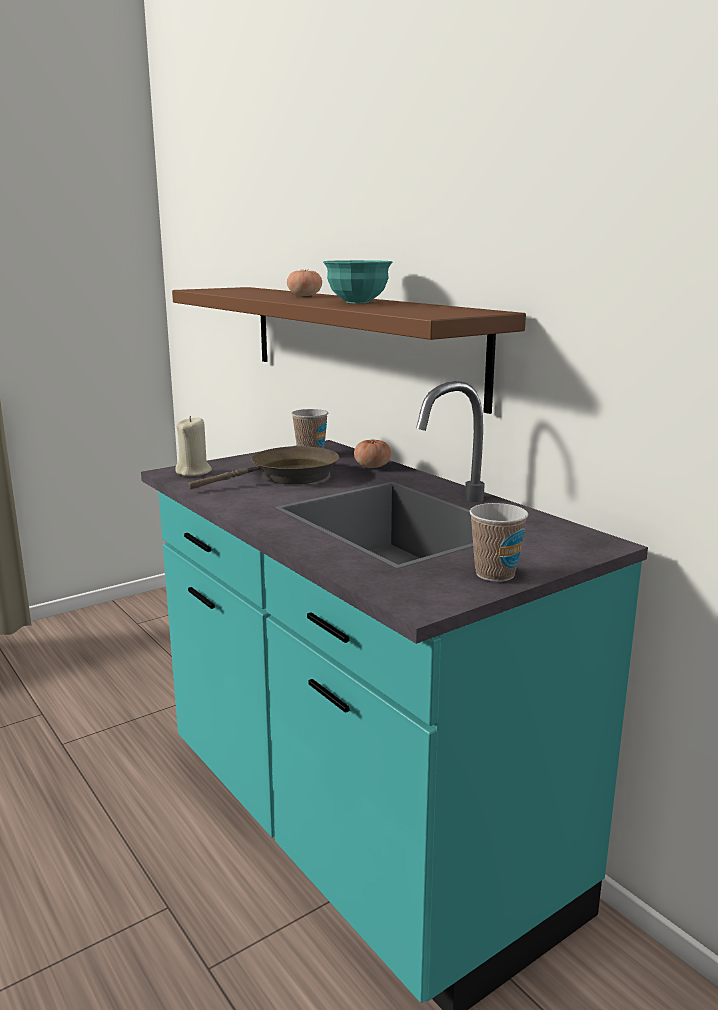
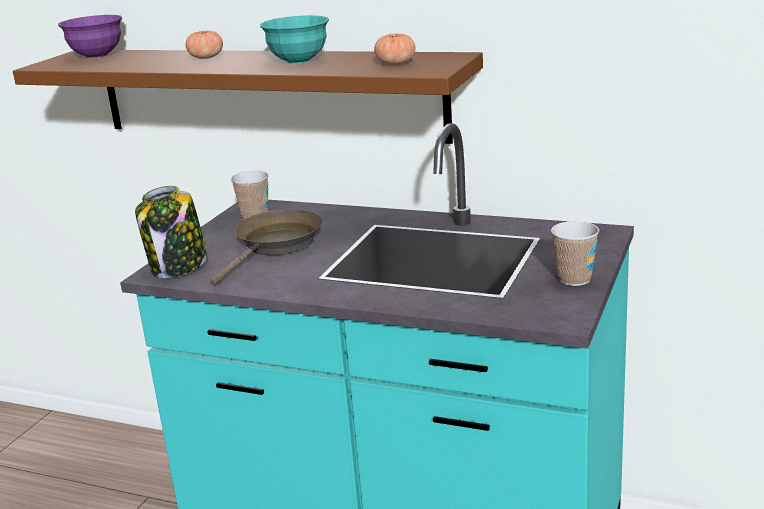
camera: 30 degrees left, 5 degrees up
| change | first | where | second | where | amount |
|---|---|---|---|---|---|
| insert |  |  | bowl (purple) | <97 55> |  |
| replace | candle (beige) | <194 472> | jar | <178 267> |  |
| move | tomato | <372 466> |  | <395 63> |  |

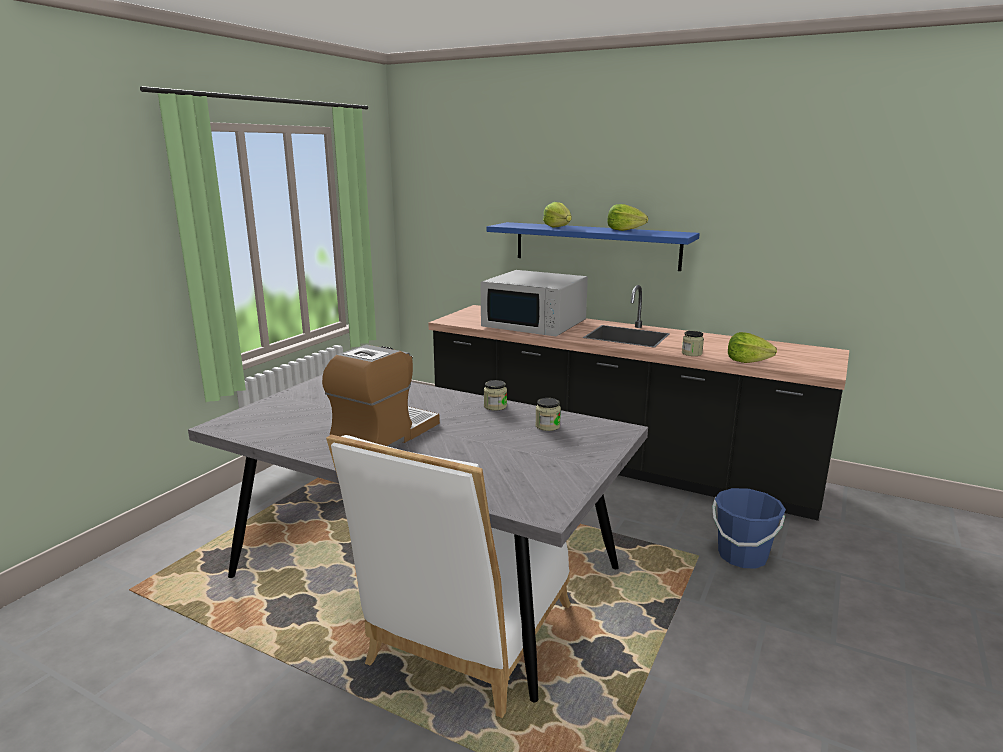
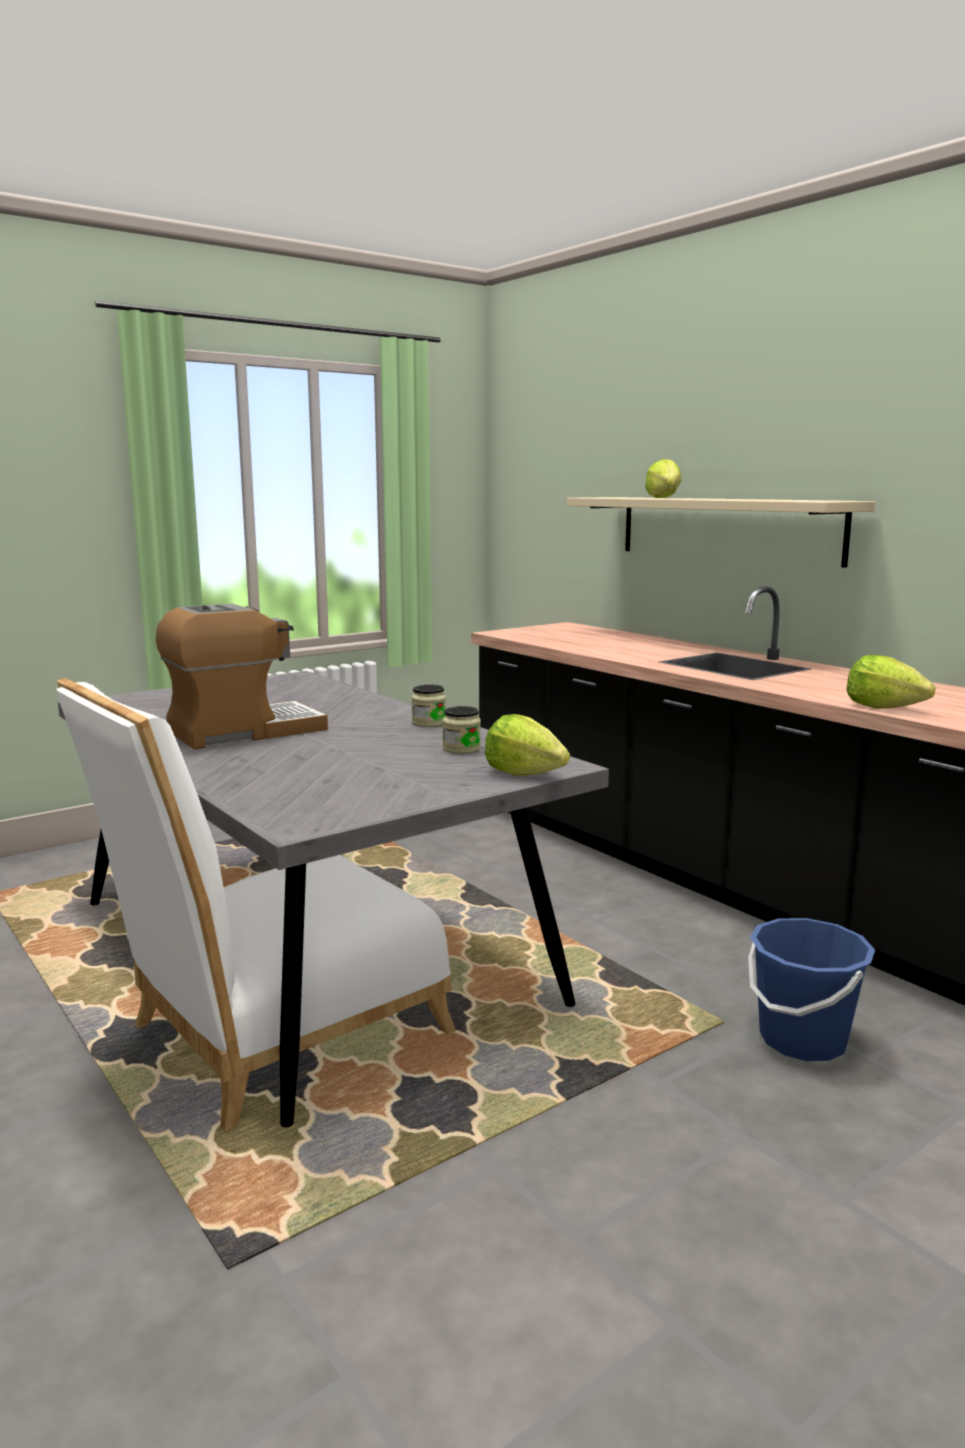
camera: 25 degrees right, 5 degrees down
| change | first | where | second | where | amount |
|---|---|---|---|---|---|
| move | lettuce | <624 230> |  | <524 773> |  |
| recolor | shelf (blue) | <595 245> | shelf (beige) | <726 528> |  |
| delete | microwave (white) | <535 324> |  |  |  |
| delete | jar | <691 353> |  |  |  |

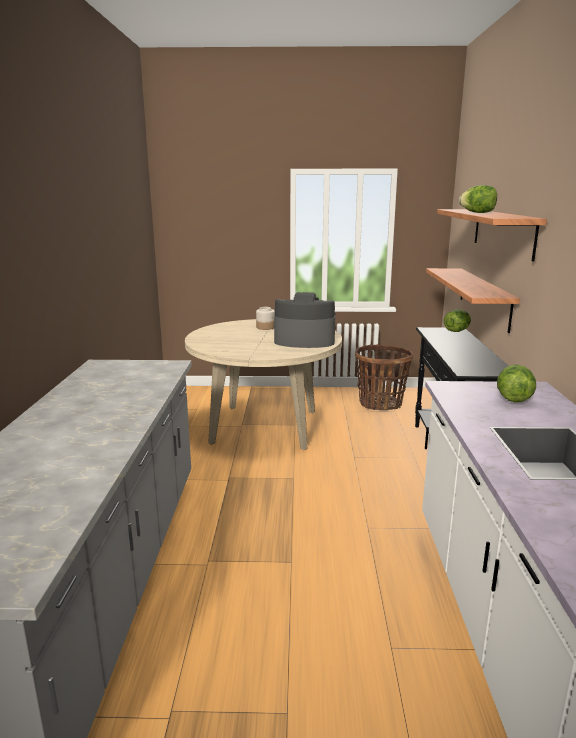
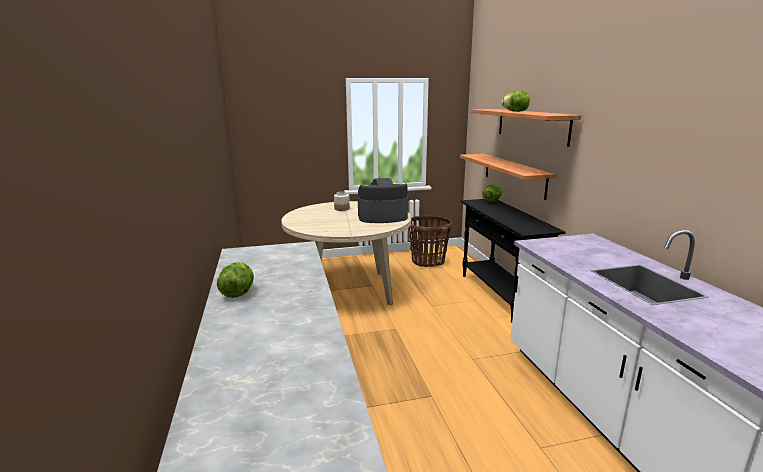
camera: 15 degrees left, 0 degrees up
| change | first | where | second | where | amount |
|---|---|---|---|---|---|
| move | lettuce | <513 398> |  | <238 293> |  |

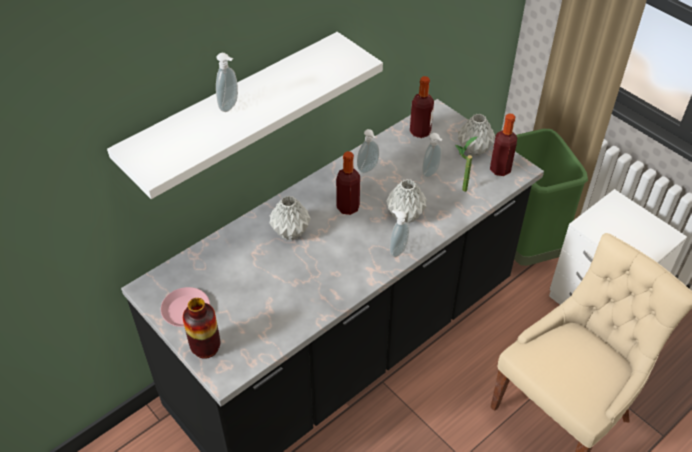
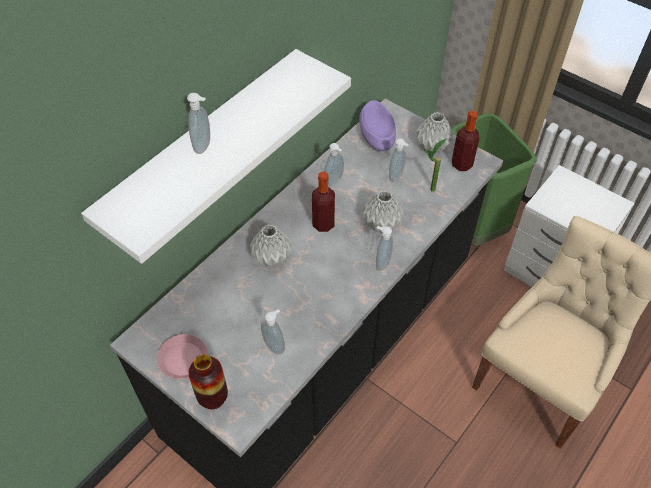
camera: 10 degrees left, 5 degrees up
| change | first | where | second | where | amount |
|---|---|---|---|---|---|
| insert |  |  | soap dispenser | <275 345> |  |
| replace | bottle | <420 132> | bowl (purple) | <376 135> |  |

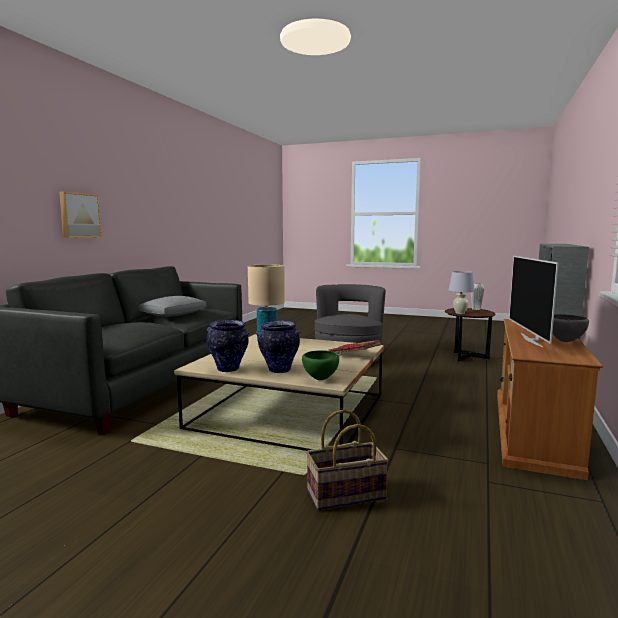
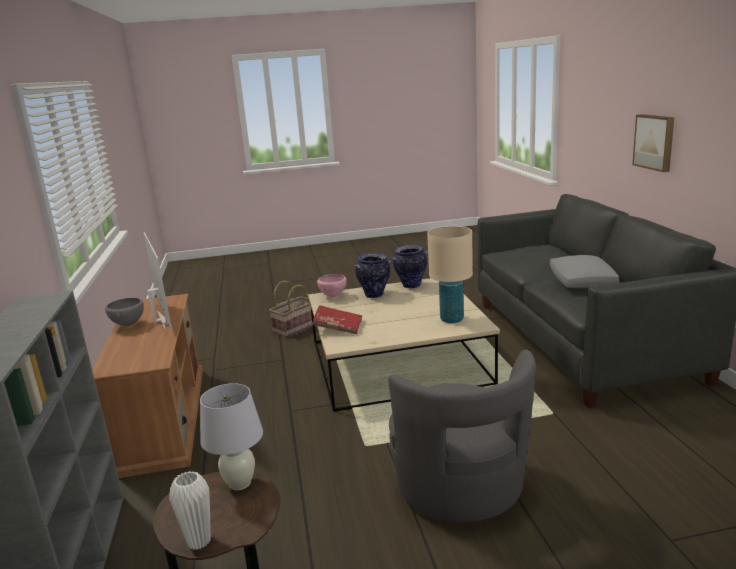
camera: 150 degrees right, 10 degrees up
| change | first | where | second | where | amount |
|---|---|---|---|---|---|
| recolor | bowl (green) | <320 379> | bowl (pink) | <333 297> |  |

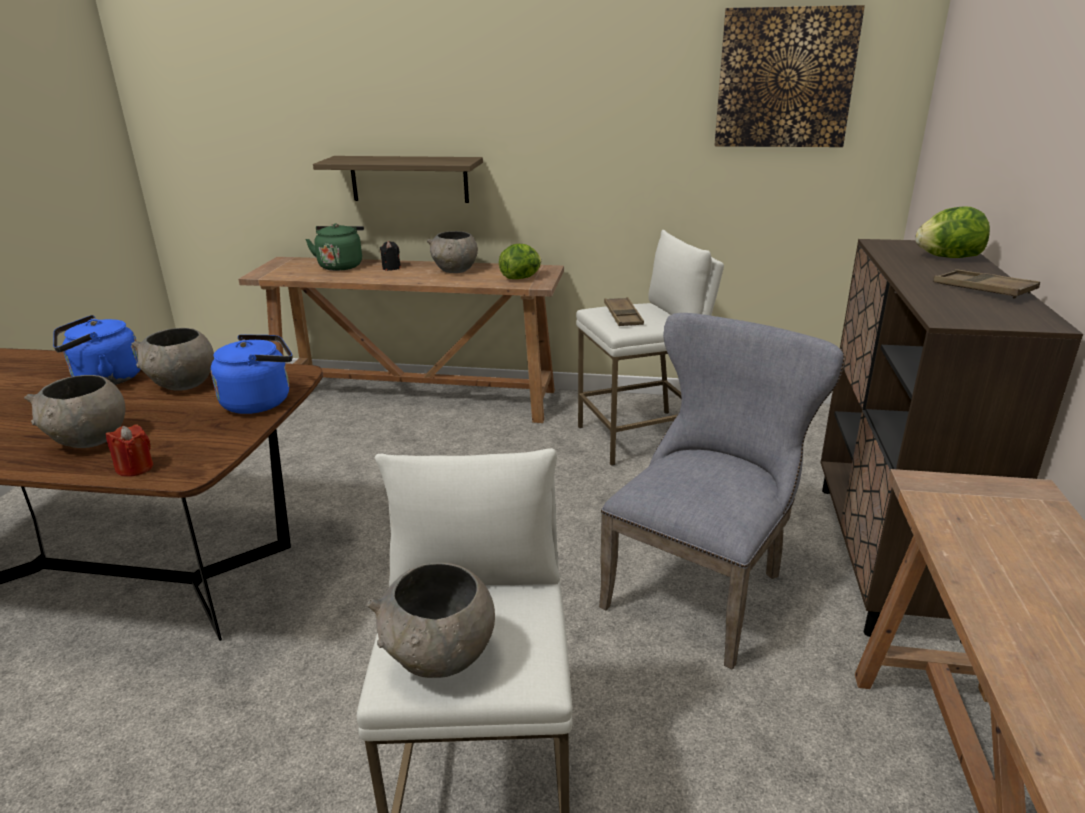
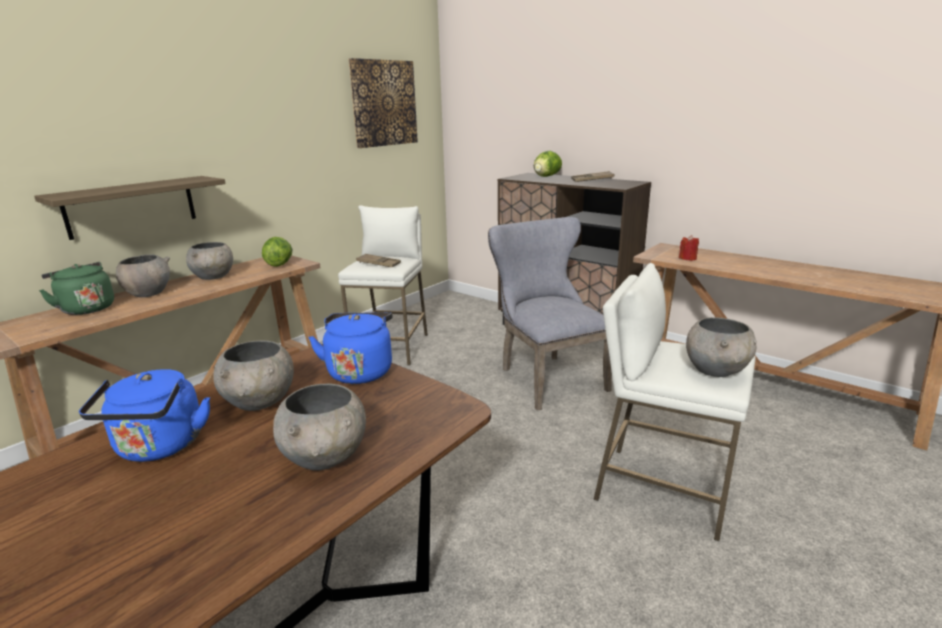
camera: 60 degrees left, 5 degrees down
| change | first | where | second | where | amount |
|---|---|---|---|---|---|
| replace | candle (black) | <391 268> | bowl (grey) | <148 293> |  |
| move | candle (red) | <135 468> |  | <687 258> |  |

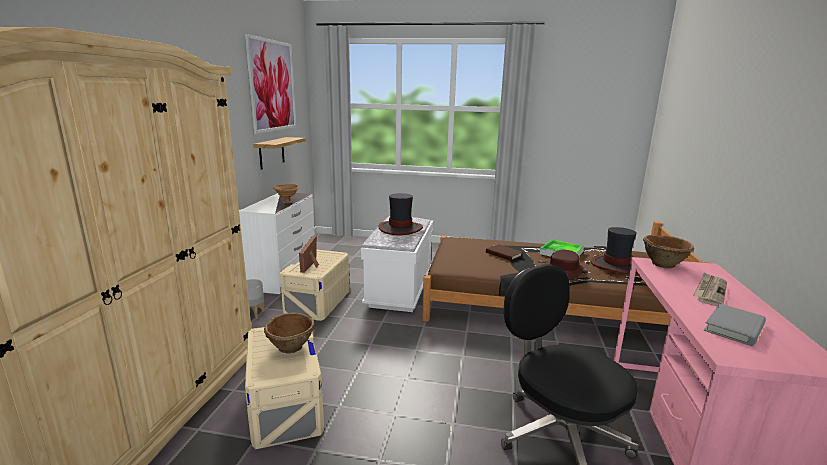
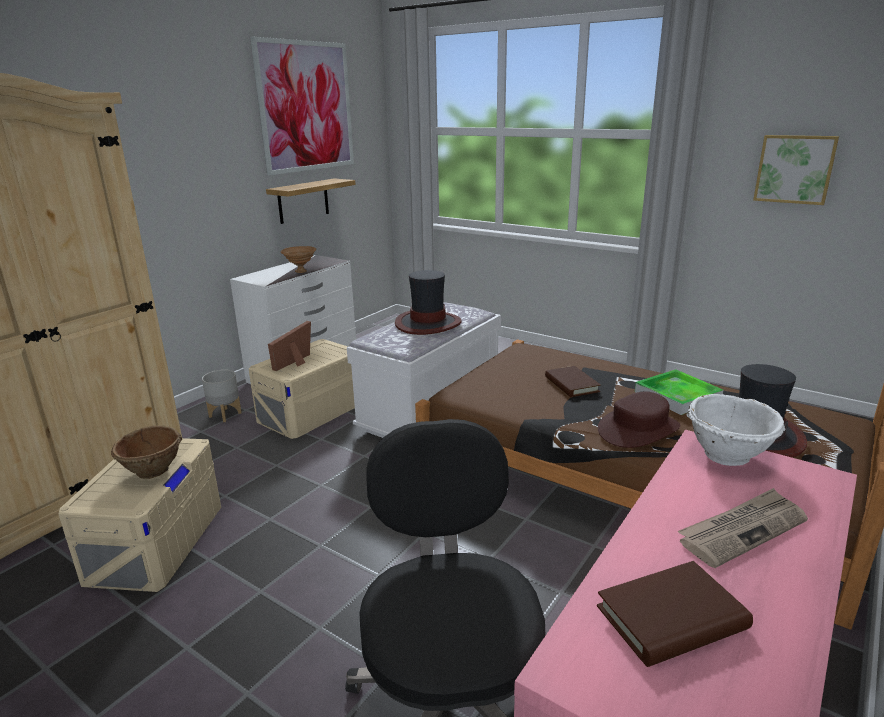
camera: 25 degrees right, 5 degrees up
| change | first | where | second | where | amount |
|---|---|---|---|---|---|
| recolor | book (grey) | <734 328> | book (brown) | <671 618> |  |
| recolor | bowl (brown) | <663 264> | bowl (white) | <728 455> |  |
| insert |  |  | picture | <794 169> |  |

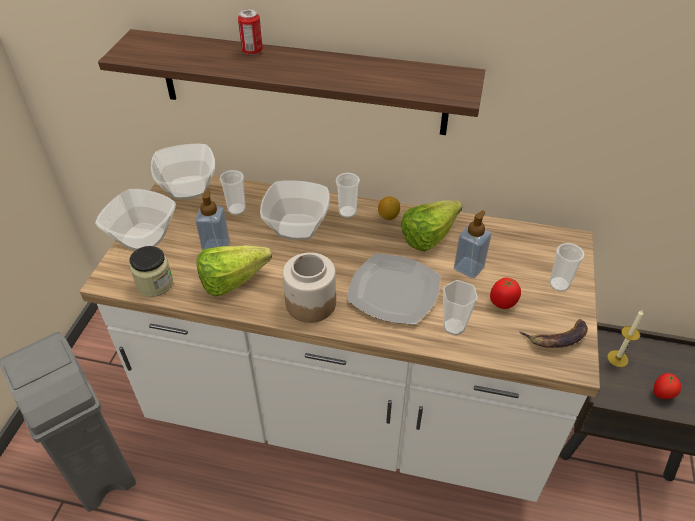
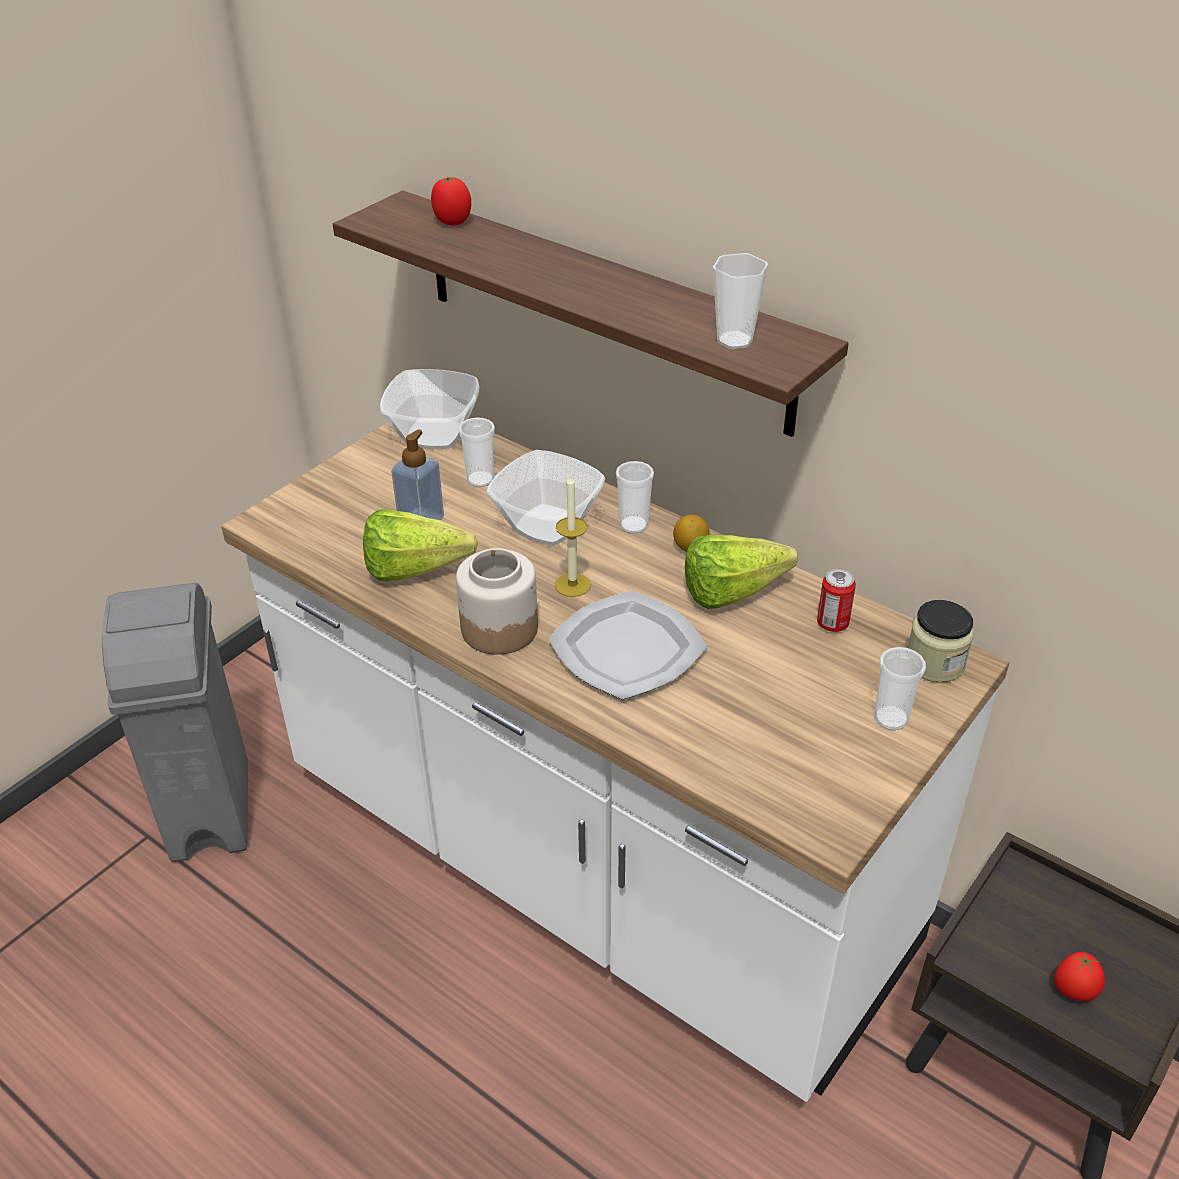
camera: 25 degrees right, 5 degrees down
| change | first | where | second | where | amount |
|---|---|---|---|---|---|
| move | tomato | <503 303> |  | <452 222> |  |
| move | candle | <617 358> |  | <572 585> |  |
| move | cup | <454 327> |  | <734 340> |  |
| move | can | <252 51> |  | <832 624> |  |
| move | jar | <155 284> |  | <934 663> |  |
| delete | bowl | <145 237> |  |  |  |
| delete | soap dispenser | <468 268> |  |  |  |
| delete | banana | <557 338> |  |  |  |

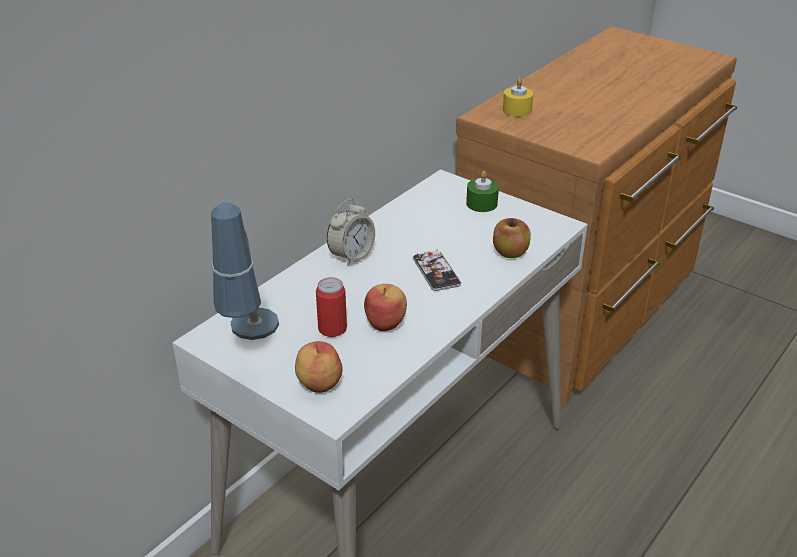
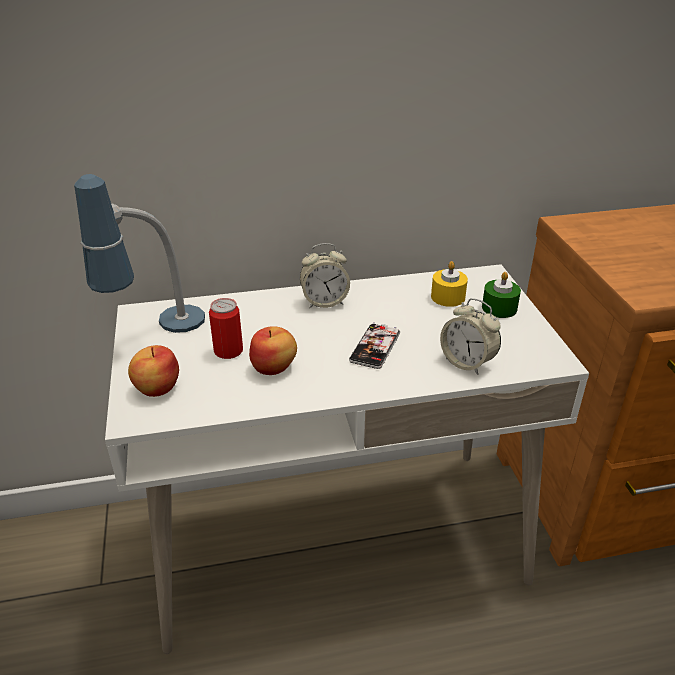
camera: 40 degrees right, 0 degrees up
| change | first | where | second | where | amount |
|---|---|---|---|---|---|
| move | candle (yellow) | <517 110> |  | <448 297> |  |
| replace | apple | <510 252> | alarm clock | <467 362> |  |

